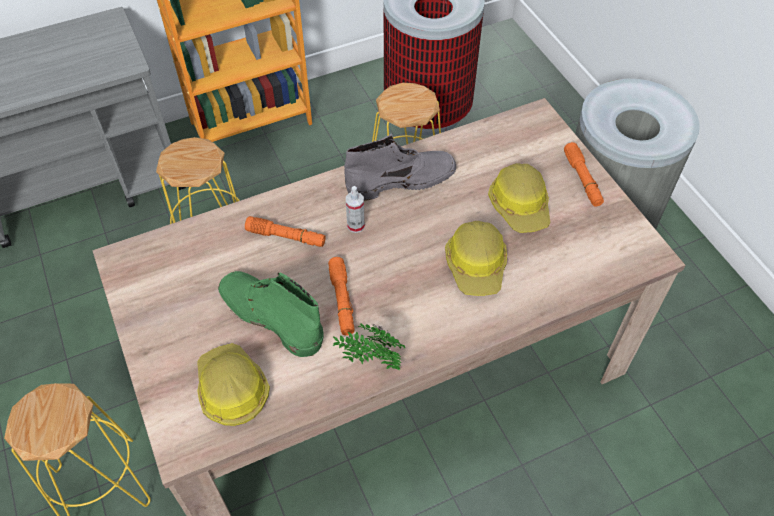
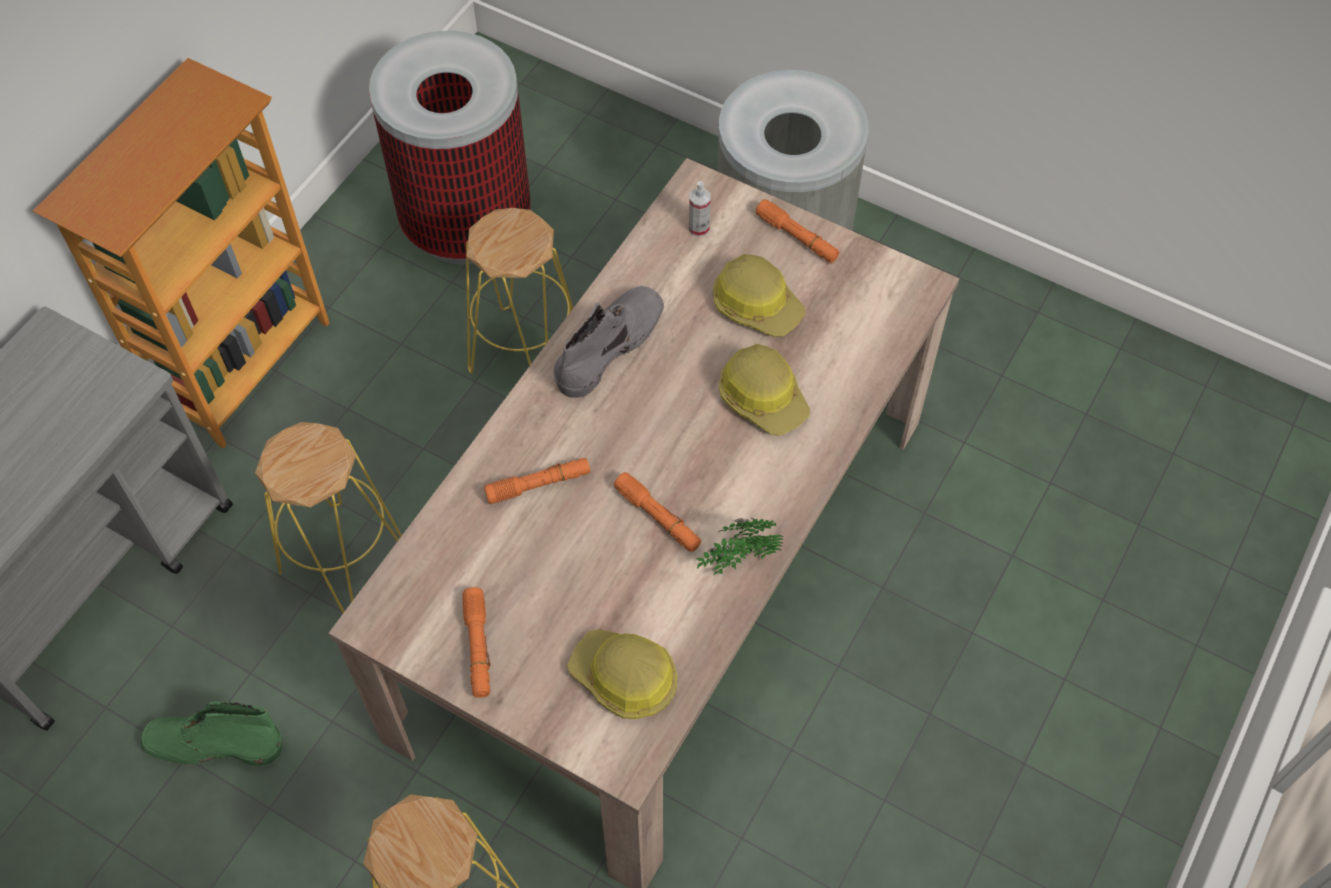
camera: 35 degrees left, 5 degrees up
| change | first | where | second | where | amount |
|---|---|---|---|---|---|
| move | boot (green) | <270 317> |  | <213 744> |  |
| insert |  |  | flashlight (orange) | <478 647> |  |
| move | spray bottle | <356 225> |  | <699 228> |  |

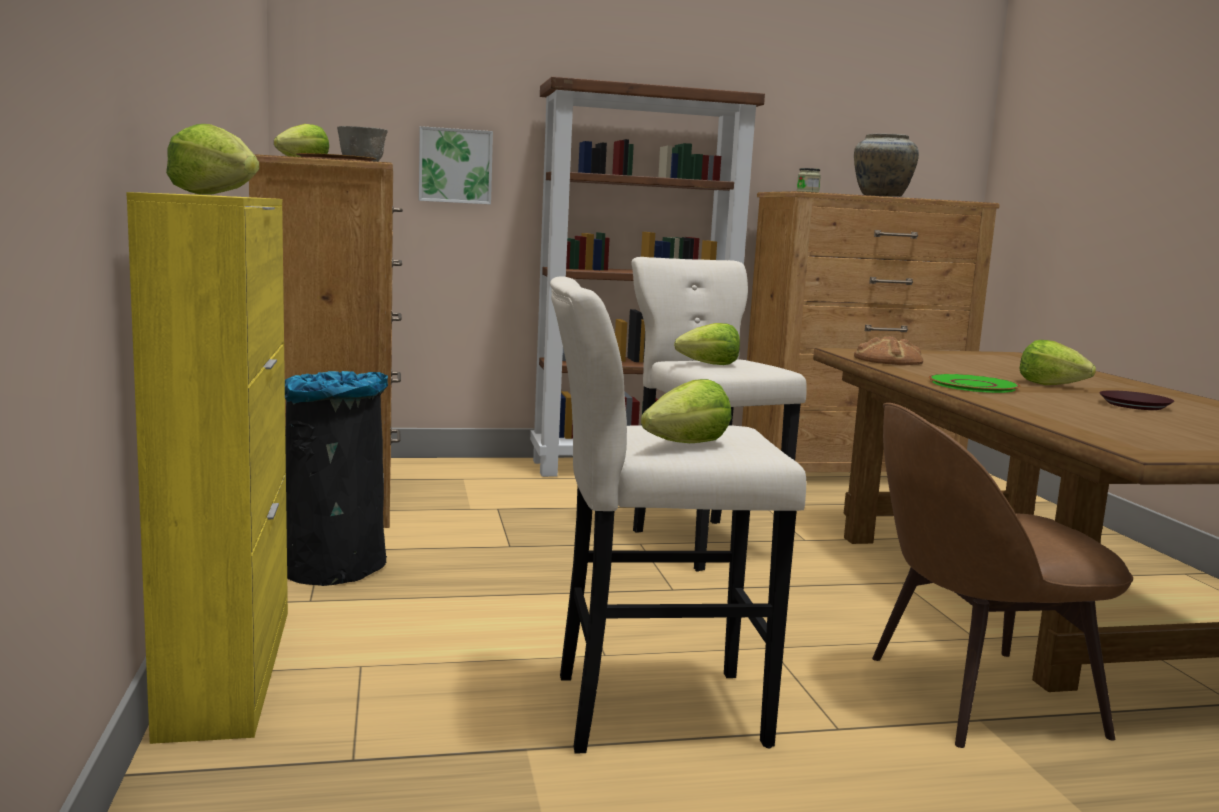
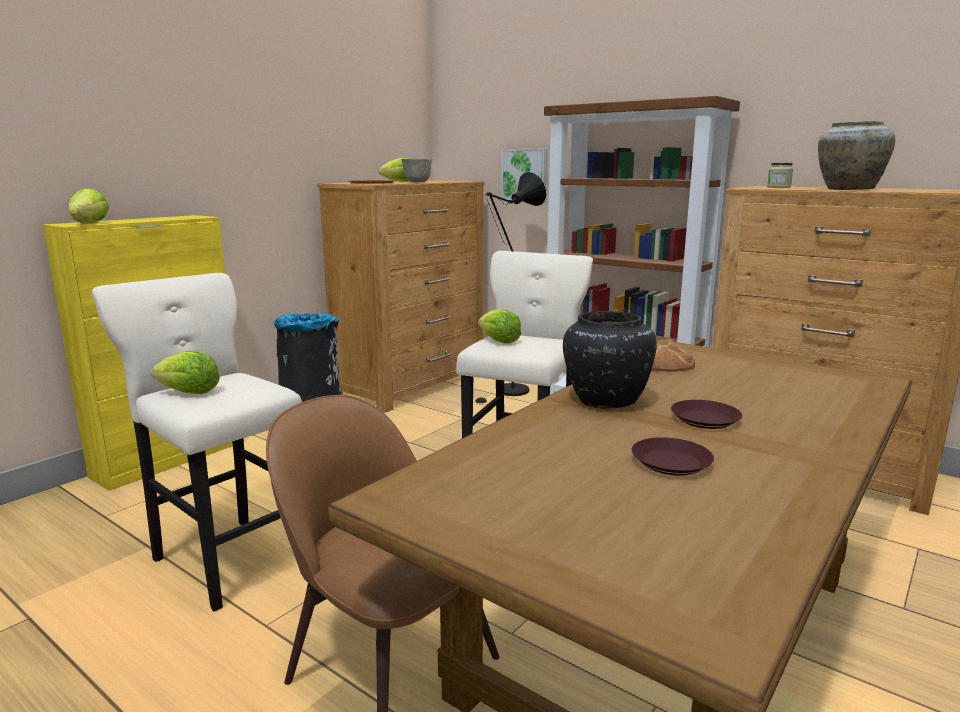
camera: 50 degrees right, 5 degrees up
| change | first | where | second | where | amount |
|---|---|---|---|---|---|
| insert |  |  | floor lamp (black) | <509 392> |  |
| replace | plate (green) | <972 385> | vase (black) | <606 401> |  |
| replace | lettuce | <1050 384> | plate (brown) | <705 419> |  |

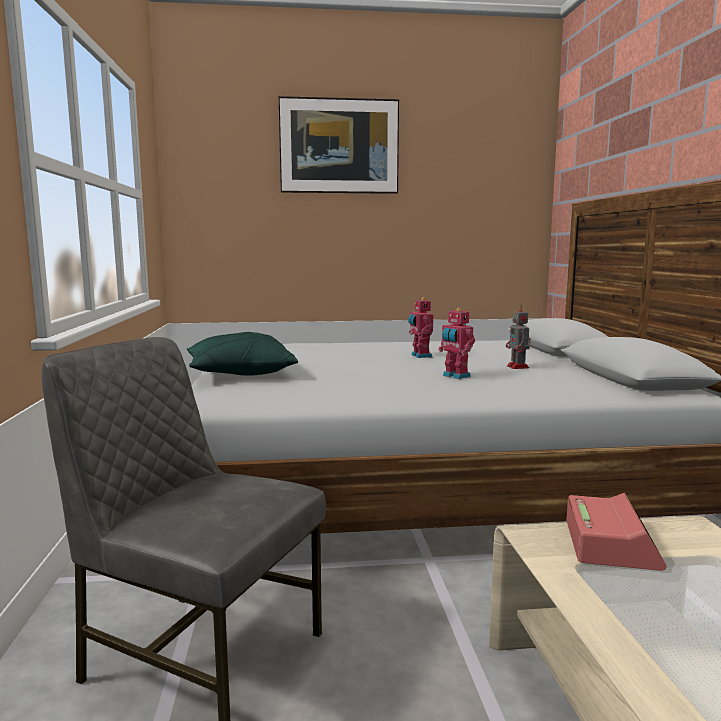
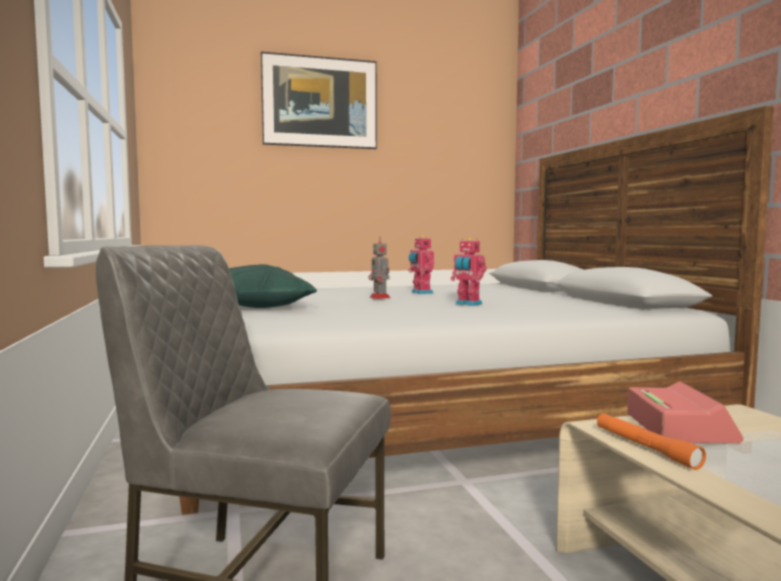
camera: 10 degrees left, 5 degrees down
| change | first | where | second | where | amount |
|---|---|---|---|---|---|
| move | toy robot | <518 367> |  | <380 297> |  |
| insert |  |  | flashlight (orange) | <645 448> |  |

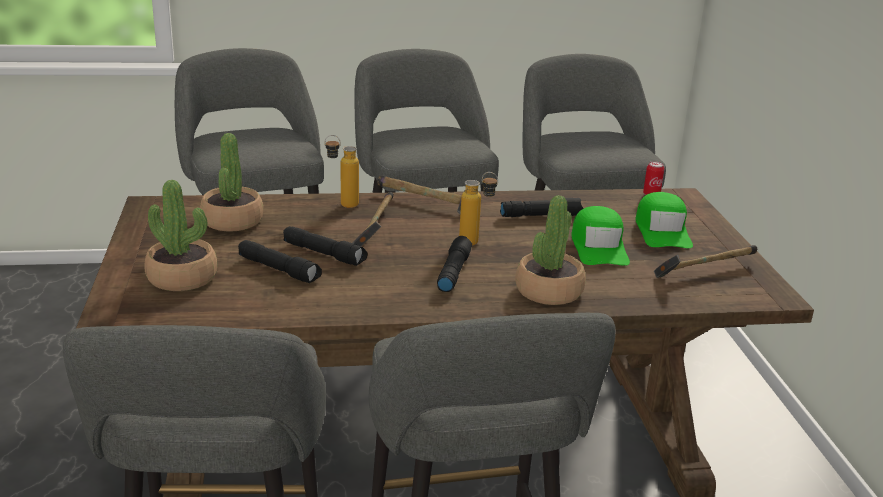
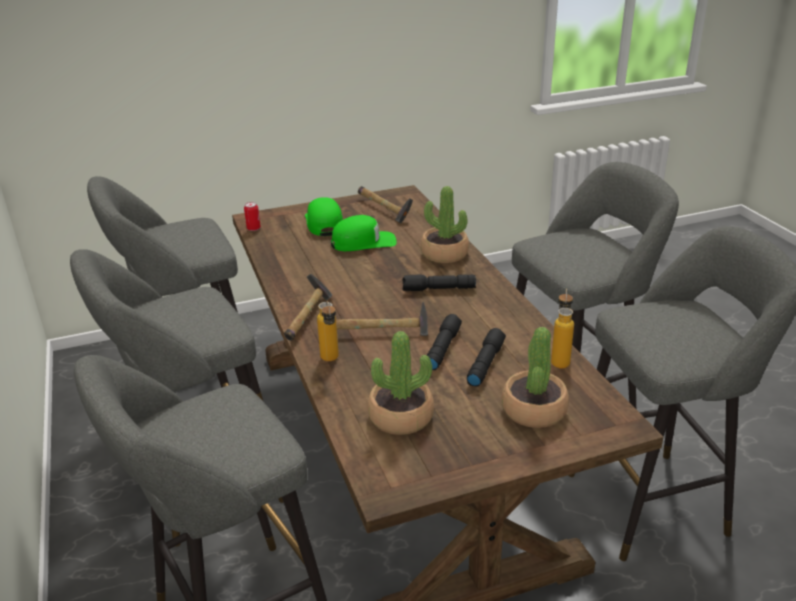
camera: 100 degrees left, 5 degrees up
| change | first | where | second | where | amount |
|---|---|---|---|---|---|
| rotate | cap (green) | <662 231> |  | <324 223> | 90 degrees counterclockwise |
| move | bottle | <476 243> |  | <560 359> |  |
| delete | flashlight (black) | <541 216> |  |  |  |

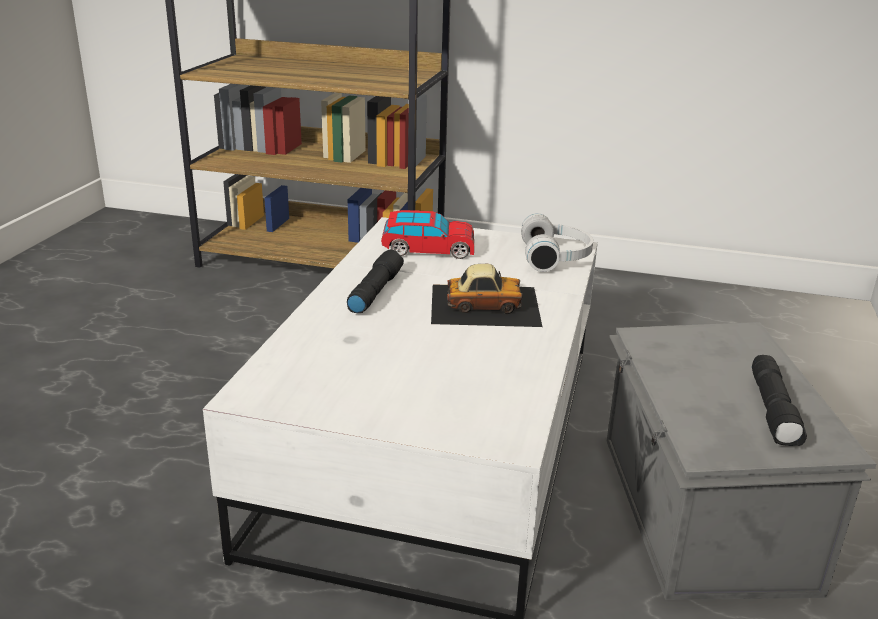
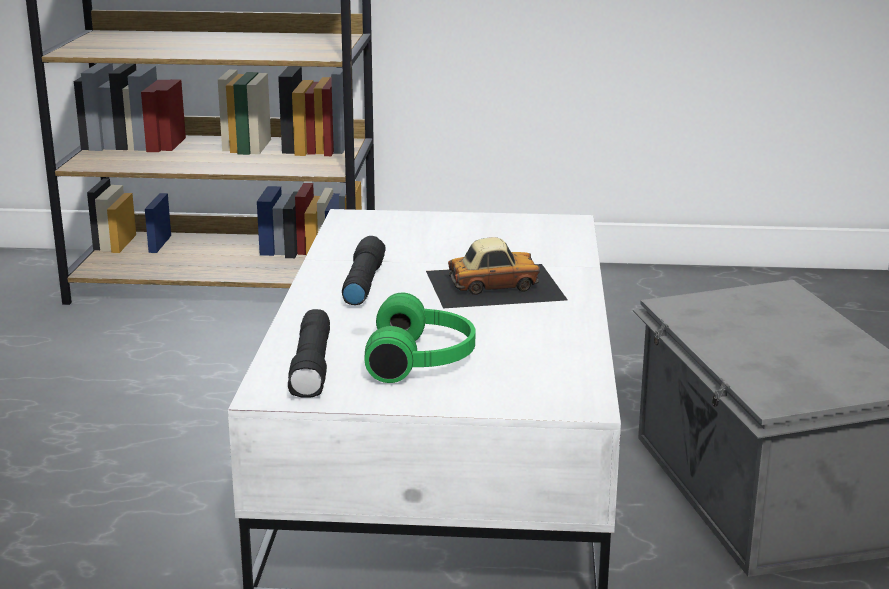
camera: 10 degrees left, 5 degrees down
| change | first | where | second | where | amount |
|---|---|---|---|---|---|
| move | flashlight (black) | <774 411> |  | <313 367> |  |
| insert |  |  | headphones (green) | <423 360> |  |
| delete | toy car | <428 250> |  |  |  |
| delete | headphones (white) | <556 257> |  |  |  |

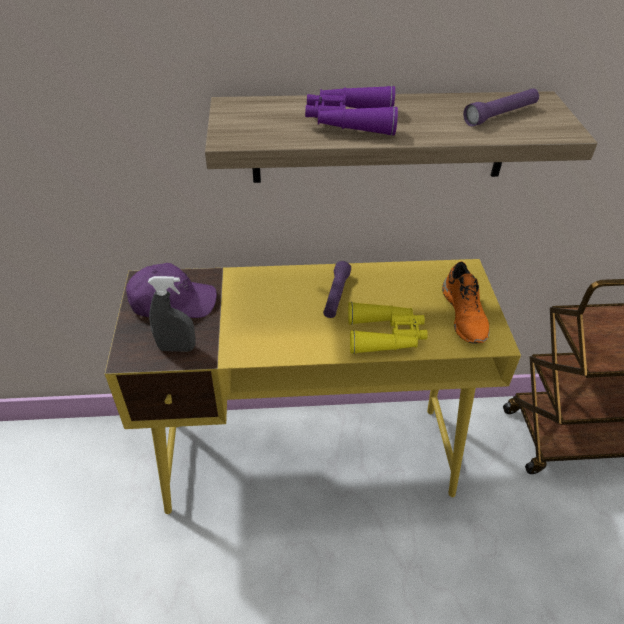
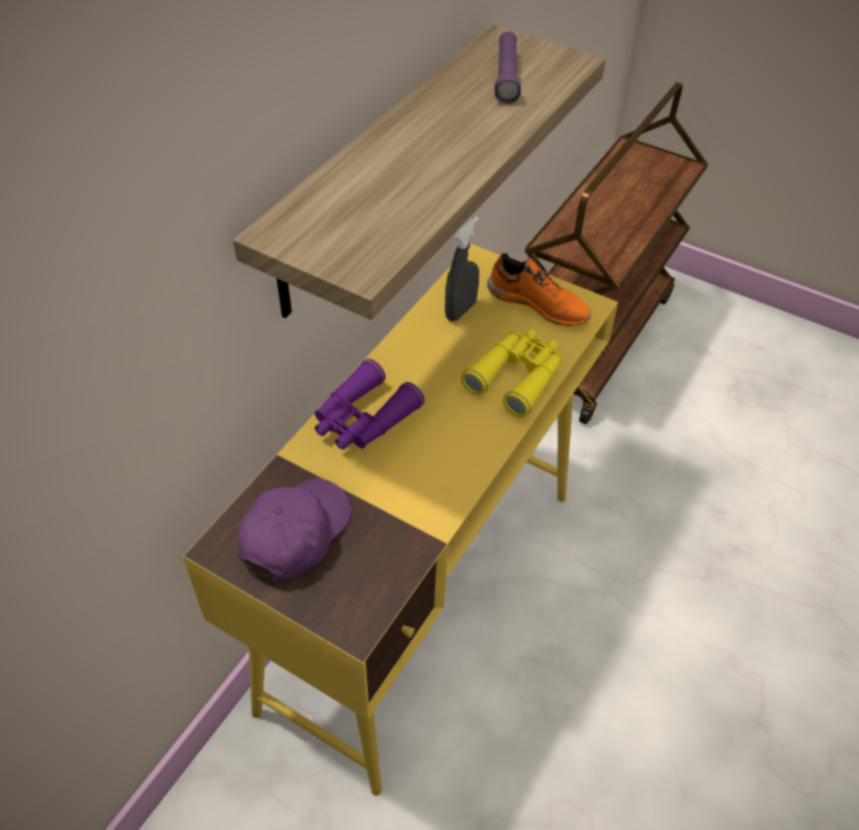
camera: 55 degrees left, 5 degrees up
| change | first | where | second | where | amount |
|---|---|---|---|---|---|
| move | binoculars (purple) | <349 121> |  | <363 419> |  |
| move | spray bottle (grey) | <177 348> |  | <460 310> |  |
| delete | flashlight (purple) | <336 295> |  |  |  |

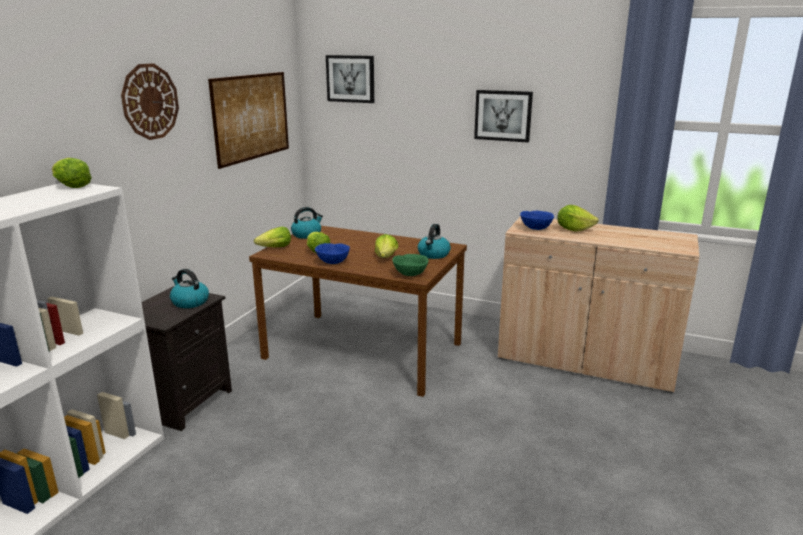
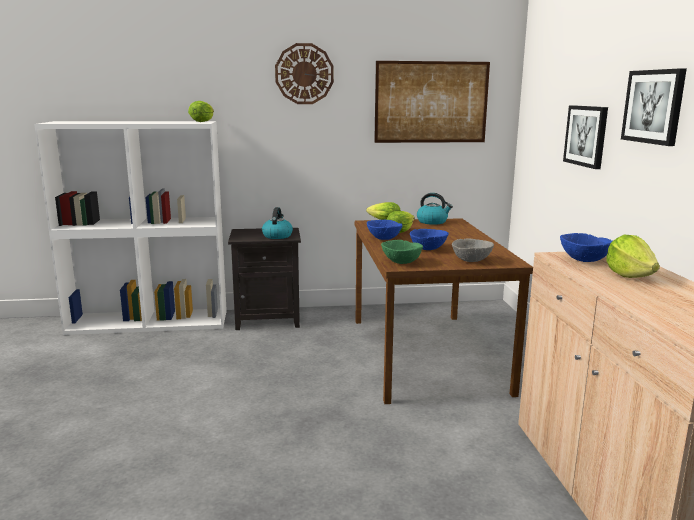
camera: 60 degrees right, 5 degrees down
| change | first | where | second | where | amount |
|---|---|---|---|---|---|
| replace | lettuce | <386 257> | bowl (blue) | <428 249> |  |
| replace | kettle | <433 254> | bowl (grey) | <472 261> |  |
| move | picture | <350 78> |  | <586 136> |  |

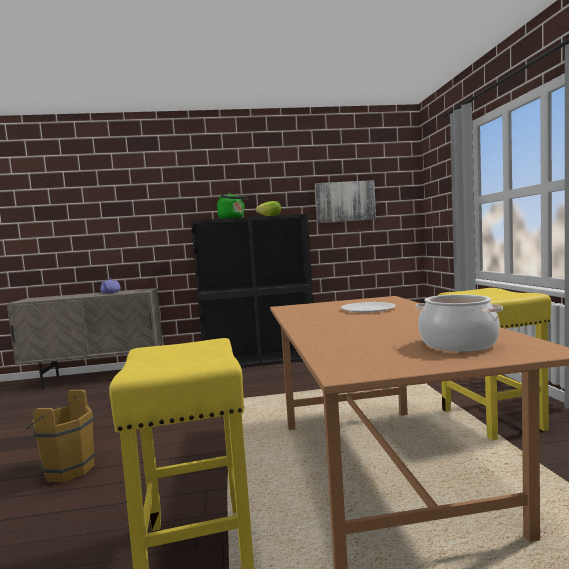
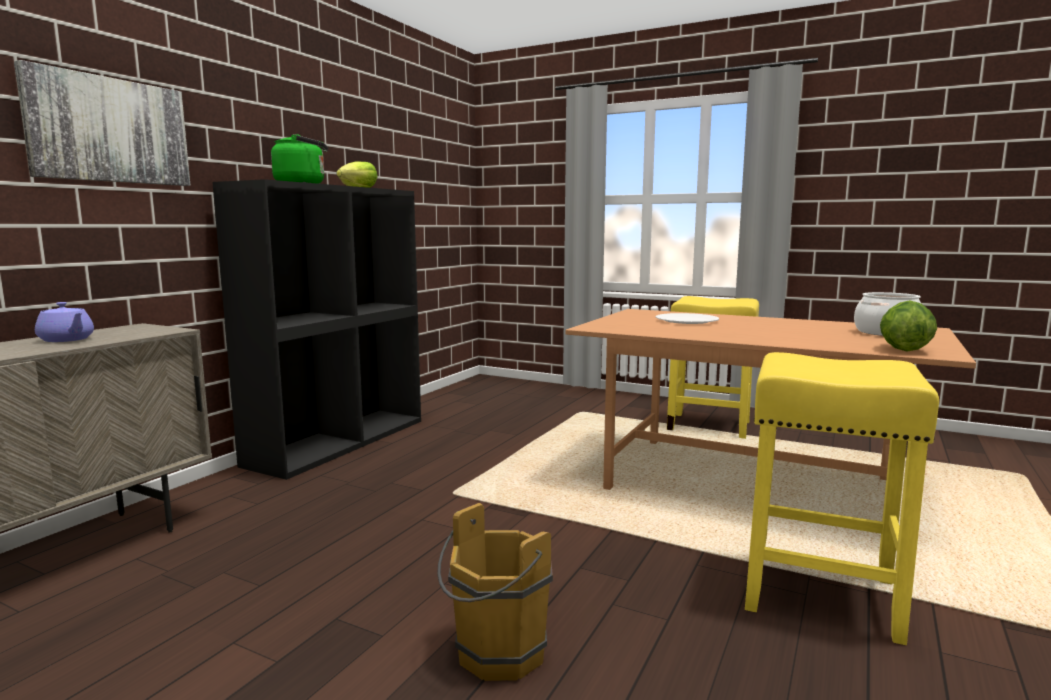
camera: 55 degrees left, 5 degrees up
| change | first | where | second | where | amount |
|---|---|---|---|---|---|
| move | picture | <345 201> |  | <109 130> |  |
| insert |  |  | lettuce | <903 350> |  |

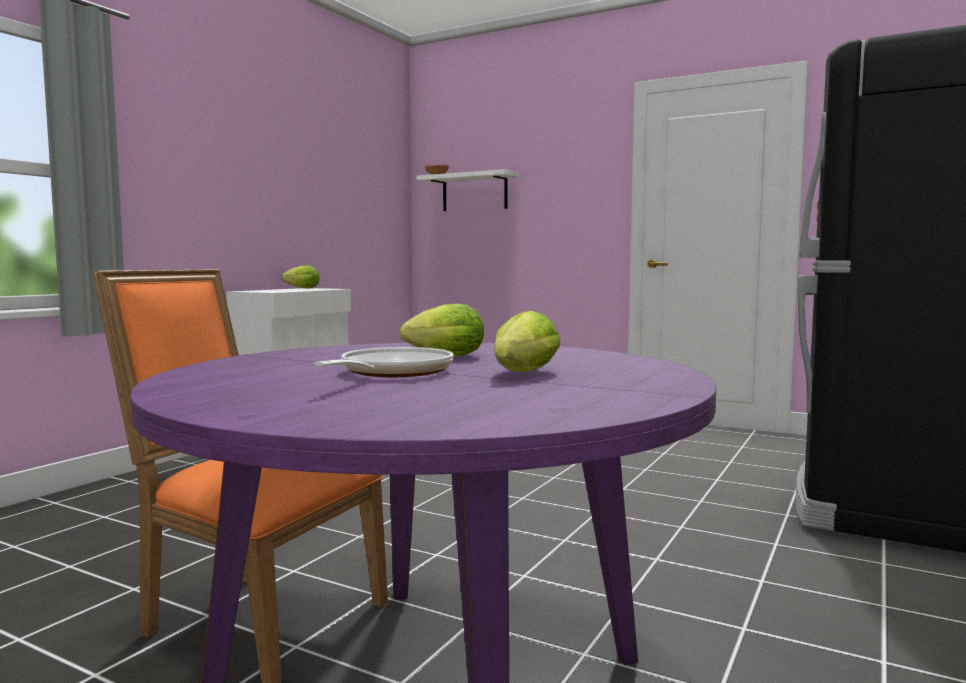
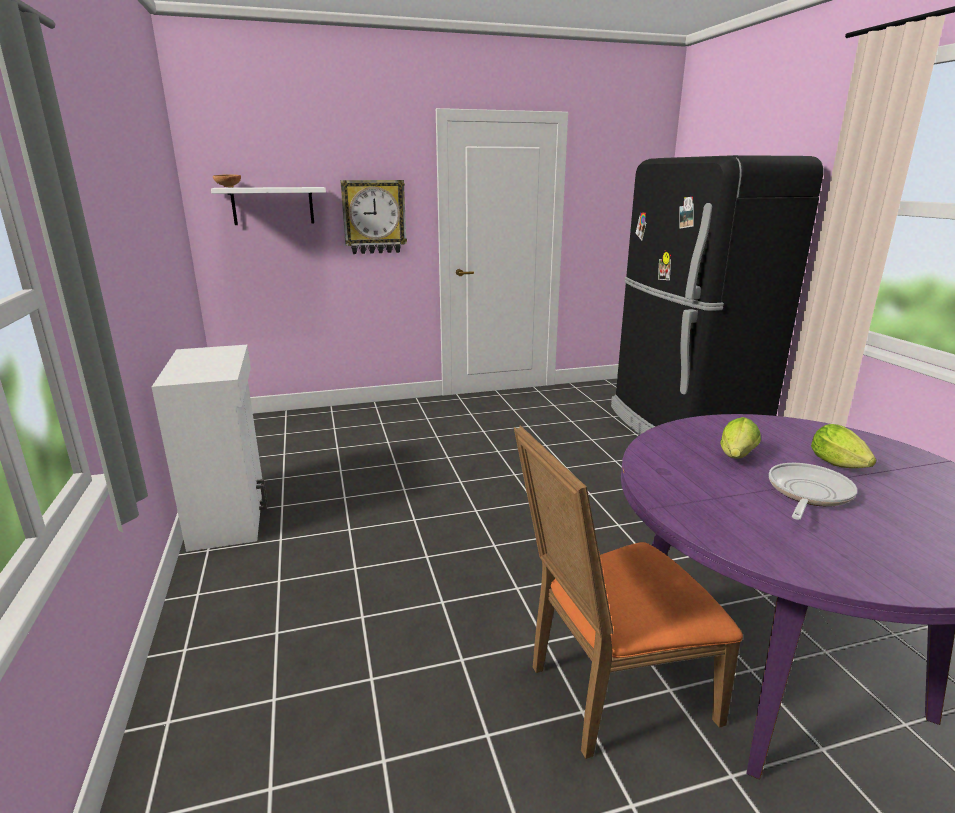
camera: 45 degrees left, 15 degrees up
| change | first | where | second | where | amount |
|---|---|---|---|---|---|
| insert |  |  | wall clock | <374 217> |  |
| rotate | frying pan | <391 373> |  | <807 494> | 60 degrees clockwise |
| delete | lettuce | <300 288> |  |  |  |

